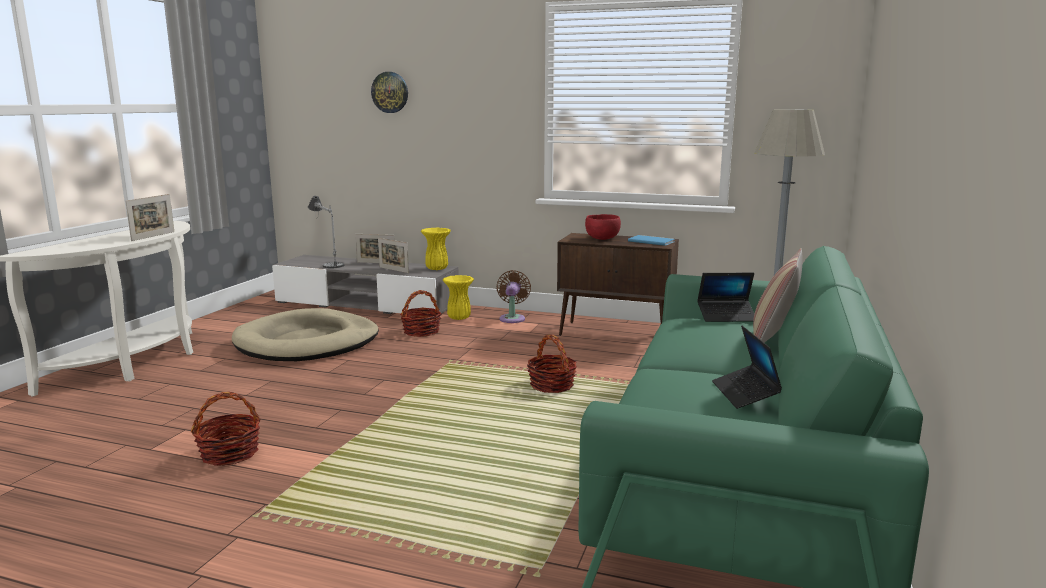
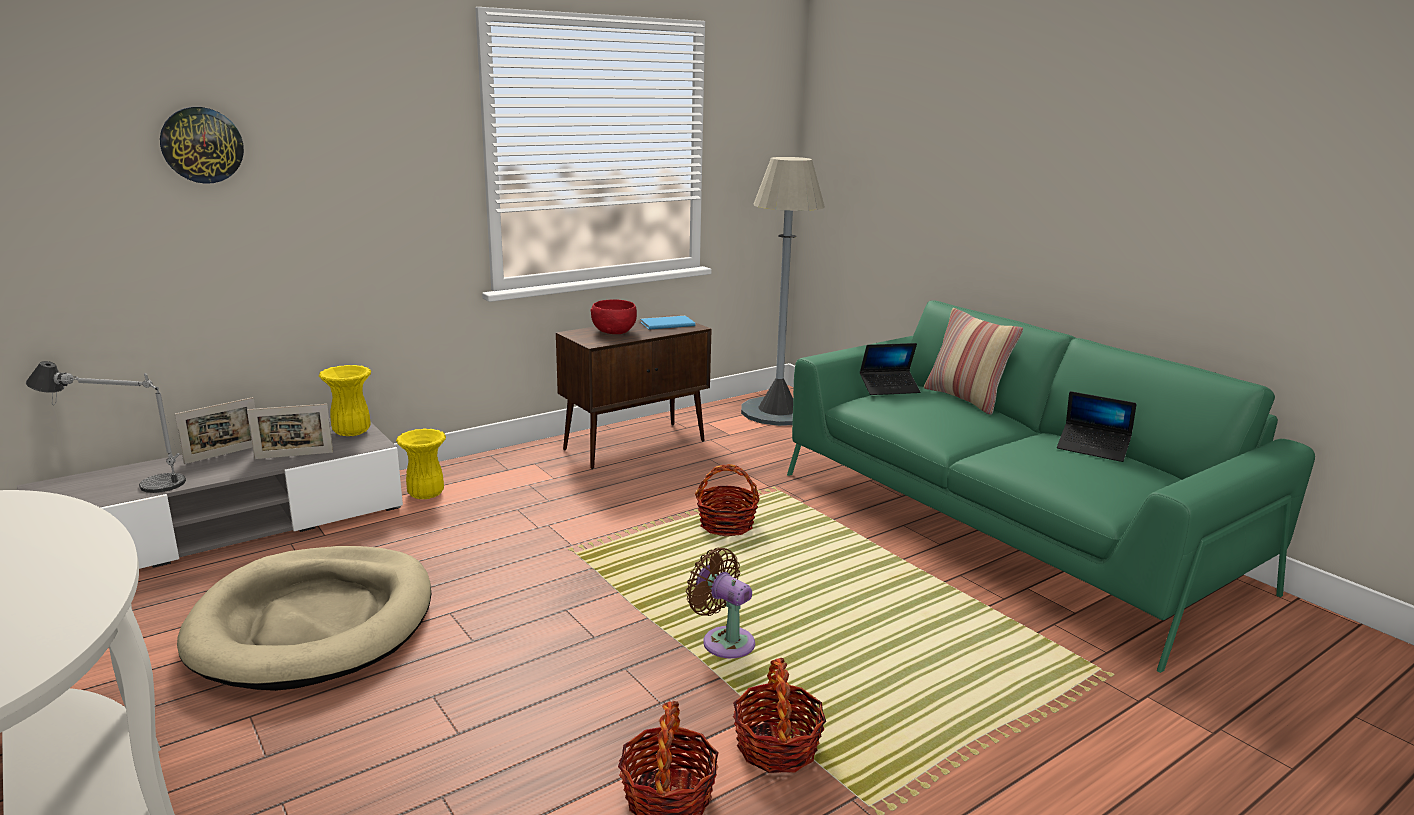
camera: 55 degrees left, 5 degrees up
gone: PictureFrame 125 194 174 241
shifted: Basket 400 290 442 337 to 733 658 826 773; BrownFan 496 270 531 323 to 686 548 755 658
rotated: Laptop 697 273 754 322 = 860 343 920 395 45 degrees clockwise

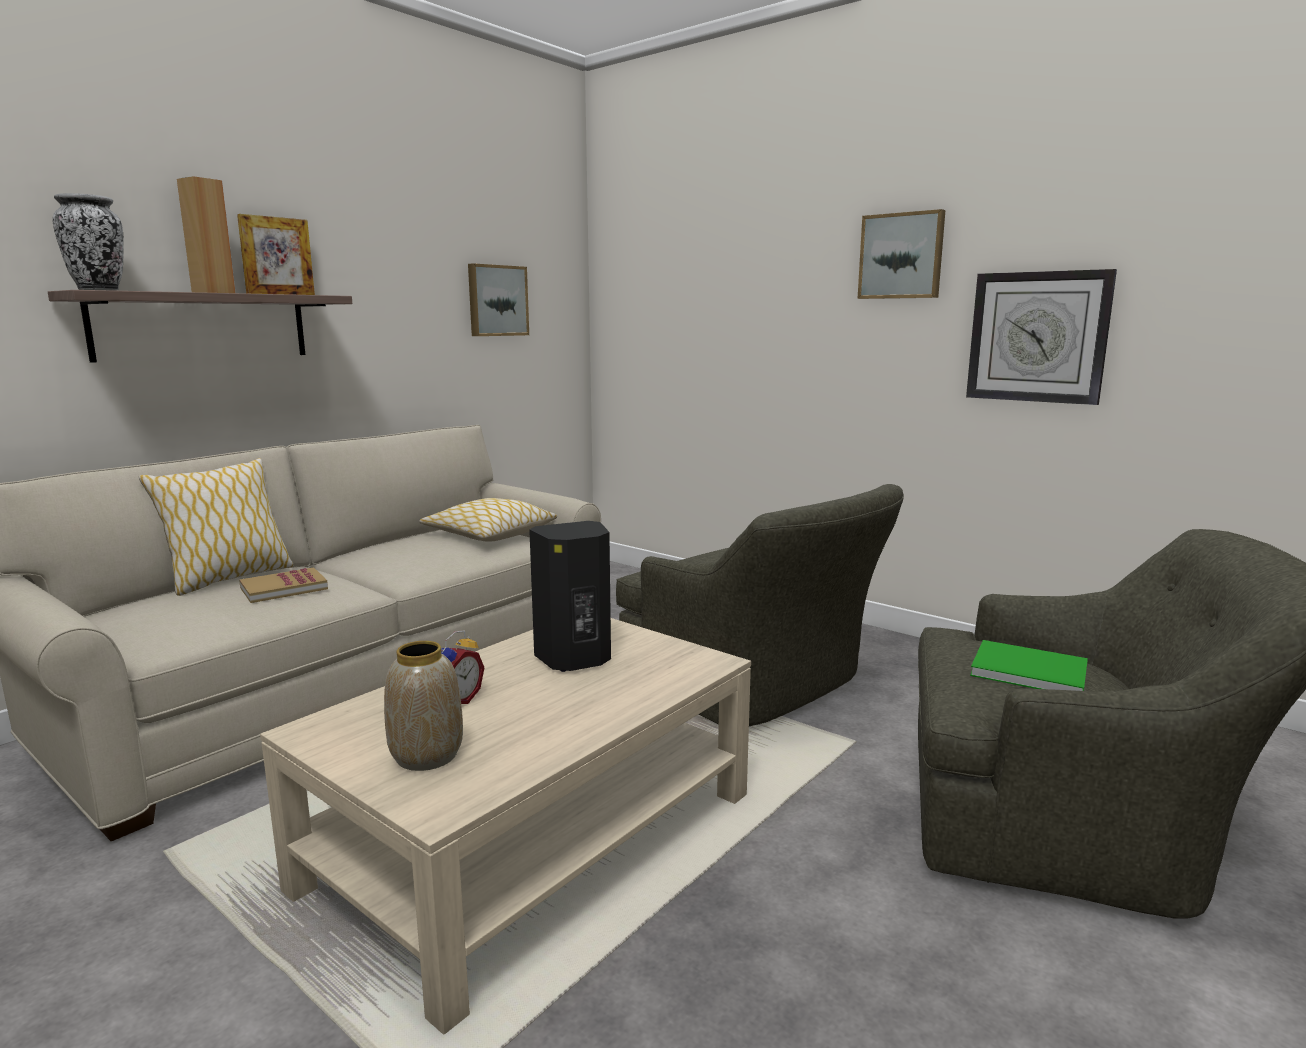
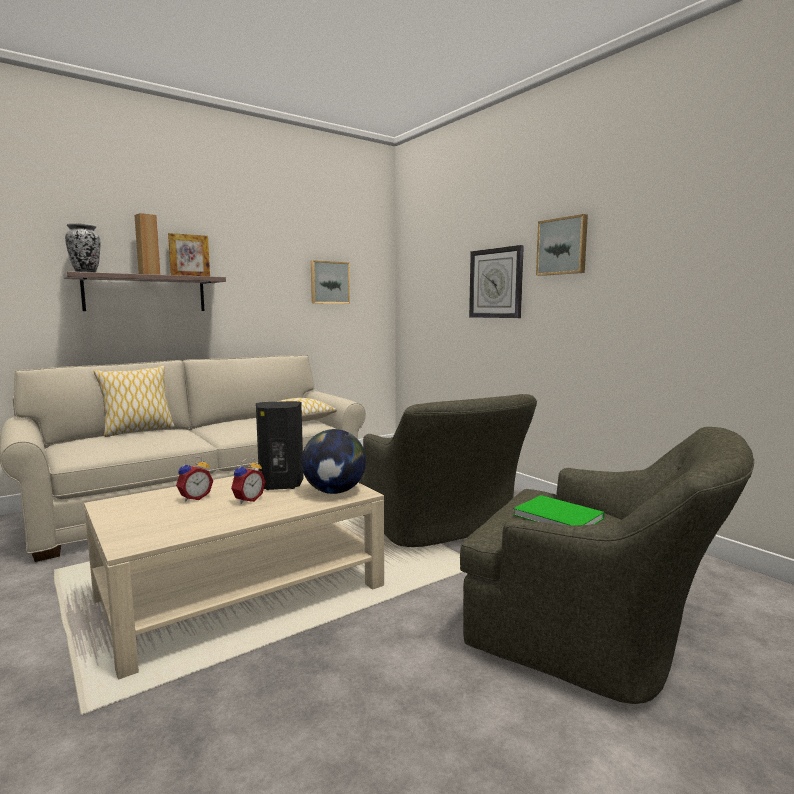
camera: 15 degrees right, 5 degrees down
gone: Book 239 567 328 603; Vase 384 641 463 771
new: AlarmClock 231 458 266 504; Globe 301 429 366 494
shifted: WallClock 966 269 1117 405 to 469 245 524 318

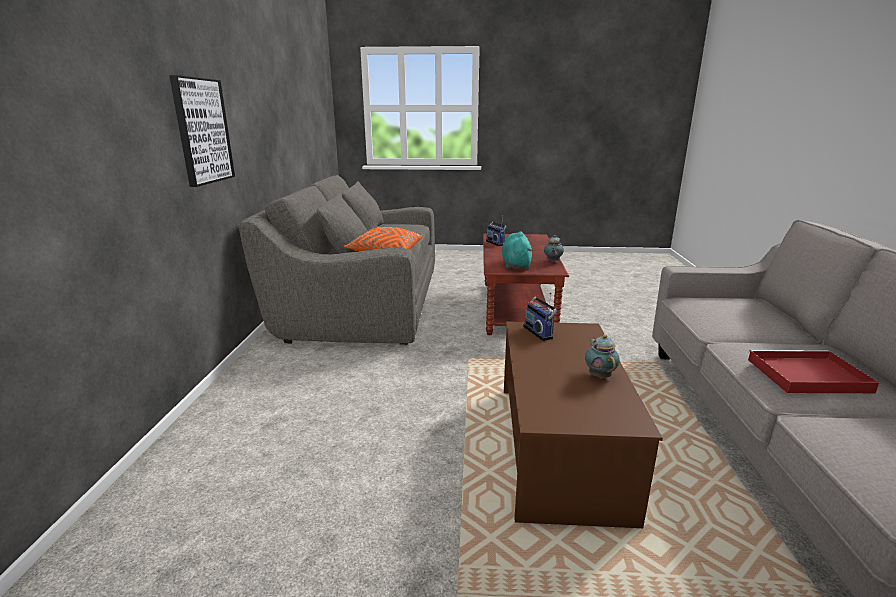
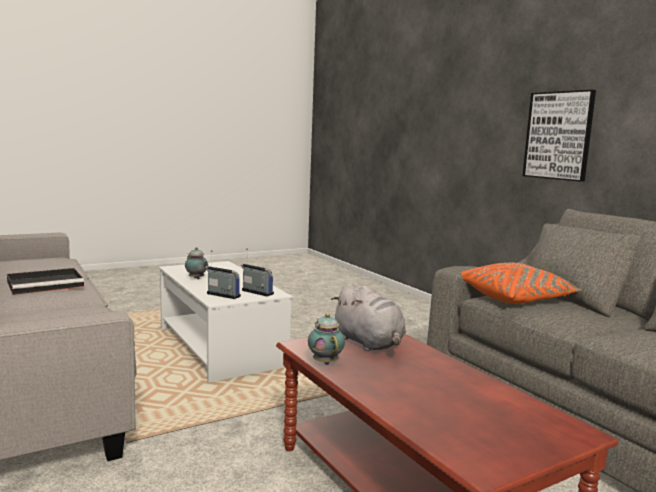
camera: 145 degrees right, 10 degrees down
shifted: Radio 486 215 506 246 to 205 250 241 299
repainted: TurquoisePlushToy 502 232 532 269 to GreyPlushToy 331 282 406 351; BrownCoffeeTable 504 321 663 528 to WhiteCoffeeTable 159 261 293 382; RedTray 748 350 879 393 to BlackTray 7 268 84 295

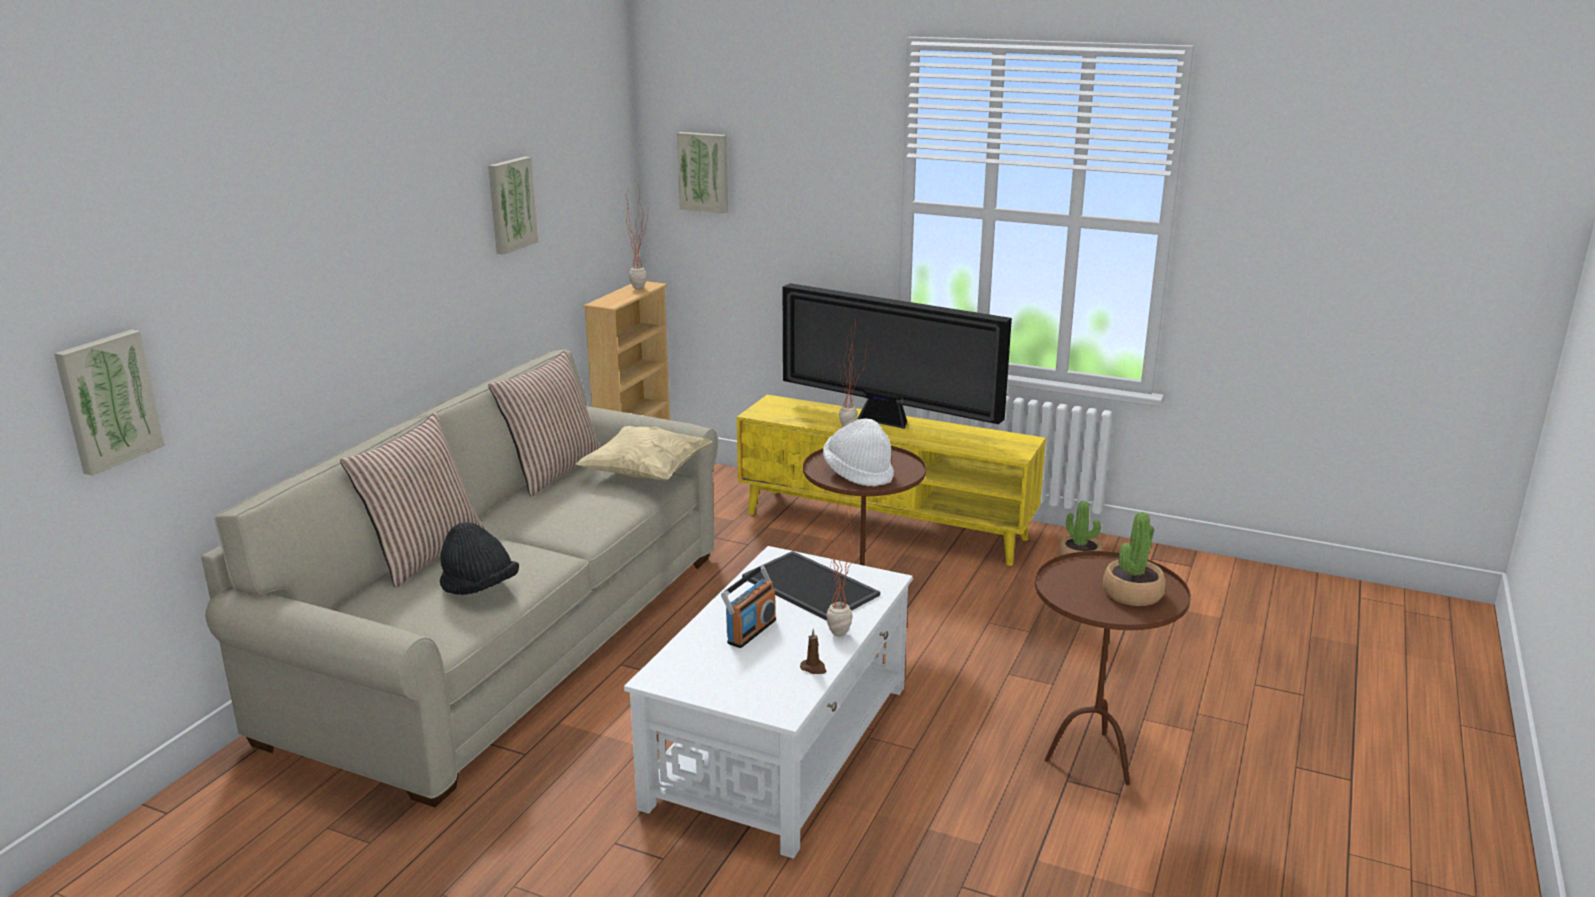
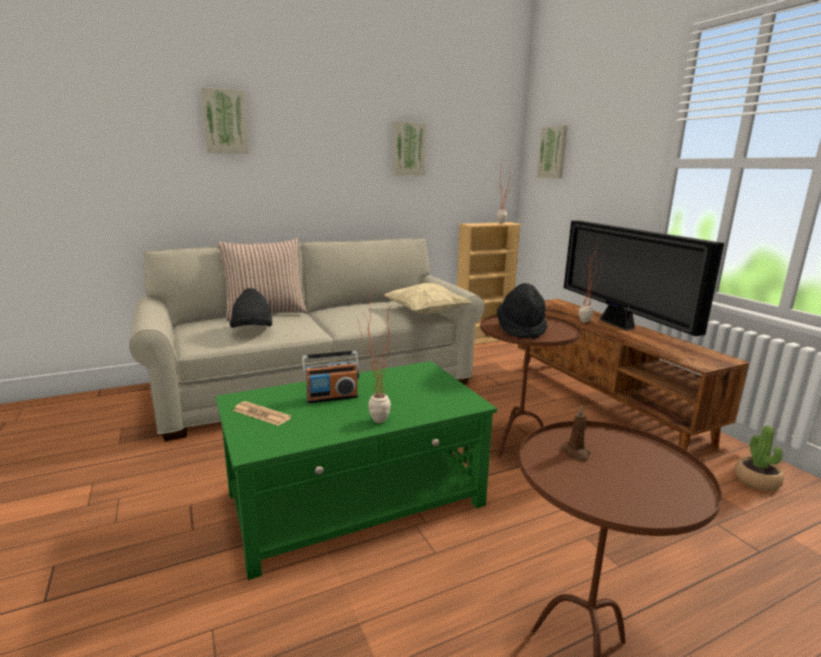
camera: 40 degrees right, 5 degrees down
gone: Pillow 488 350 601 497; Tray 742 551 880 621; PottedPlant 1103 512 1166 606
new: Newspaper 232 401 291 426
shifted: Picture 54 330 165 476 to 201 87 249 154; BrownCandle 800 629 827 674 to 561 405 590 461
repainted: WhiteCoffeeTable 624 546 913 859 to GreenCoffeeTable 216 361 497 580; YellowTvStand 737 395 1046 566 to BrownTvStand 518 299 750 450; WhiteHat 823 419 894 486 to BlackHat 497 283 547 339

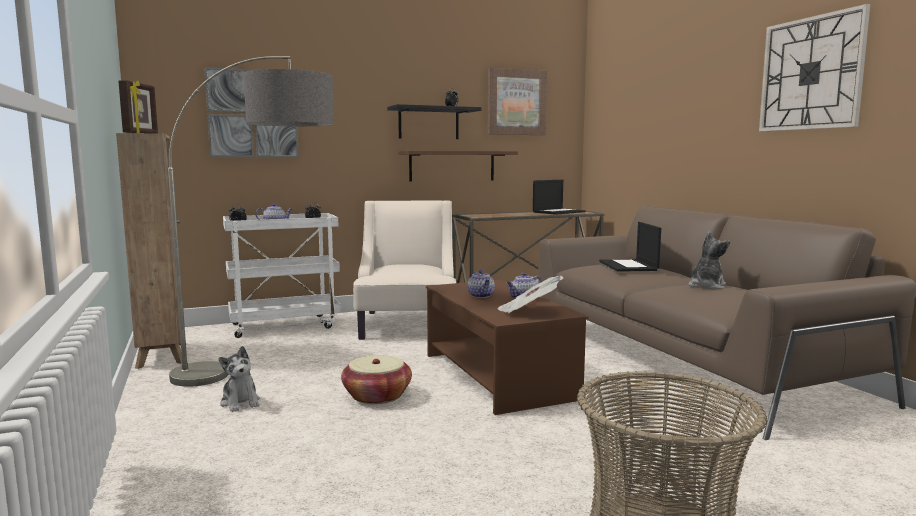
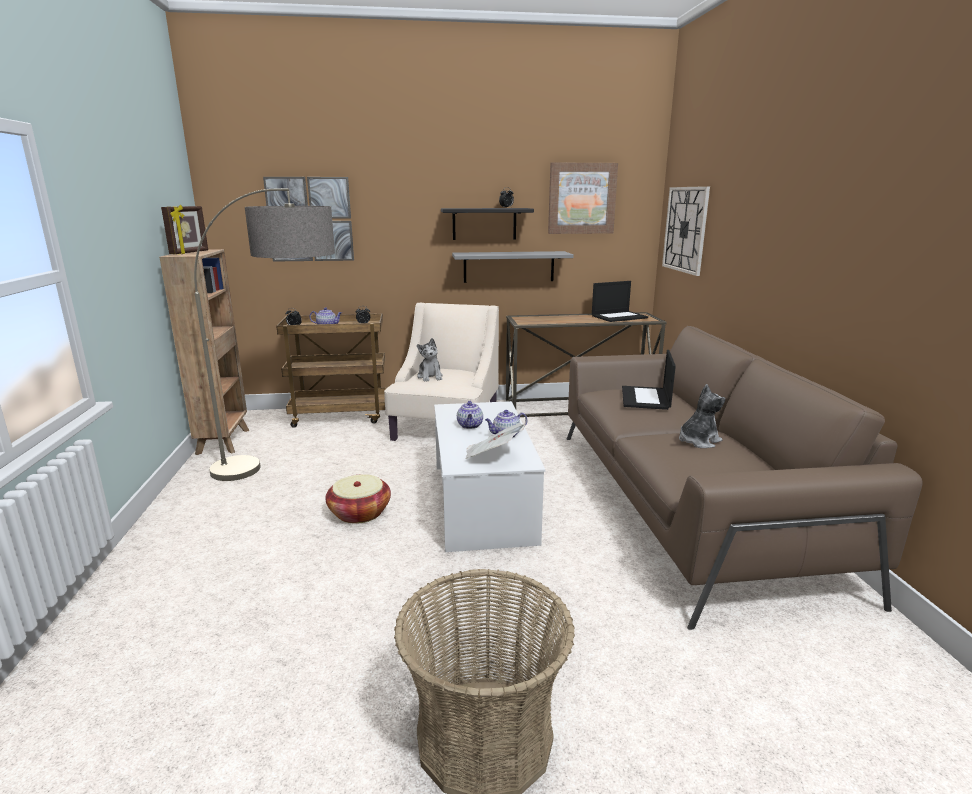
camera: 15 degrees right, 10 degrees up
shifted: PlushToy 219 346 260 412 to 417 338 443 382; WallClock 759 4 870 132 to 662 186 710 276
repainted: WhiteCart 223 213 341 338 to BrownCart 276 314 387 427; BrownShelf 398 151 518 182 to GreyShelf 452 251 574 283; BrownCoffeeTable 426 280 589 415 to WhiteCoffeeTable 434 401 546 552

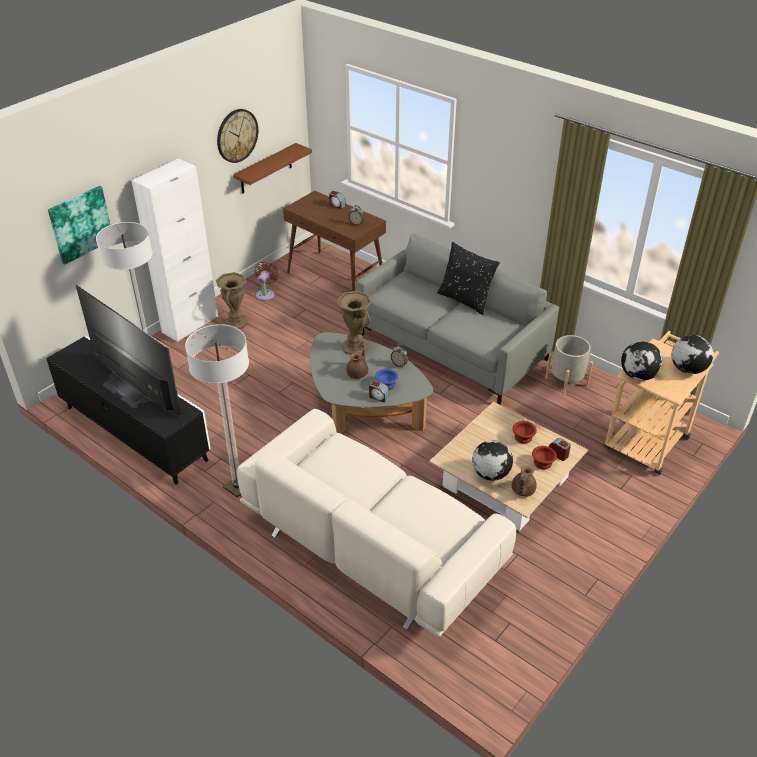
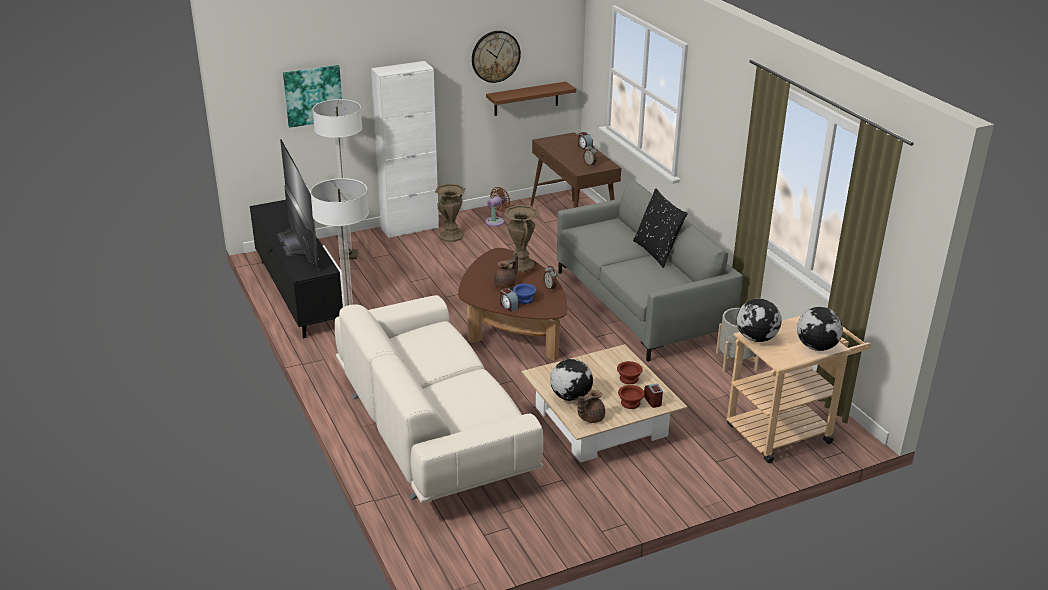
camera: 25 degrees right, 10 degrees down
repainted: GreyCoffeeTable 310 332 433 434 to BrownCoffeeTable 458 248 567 361

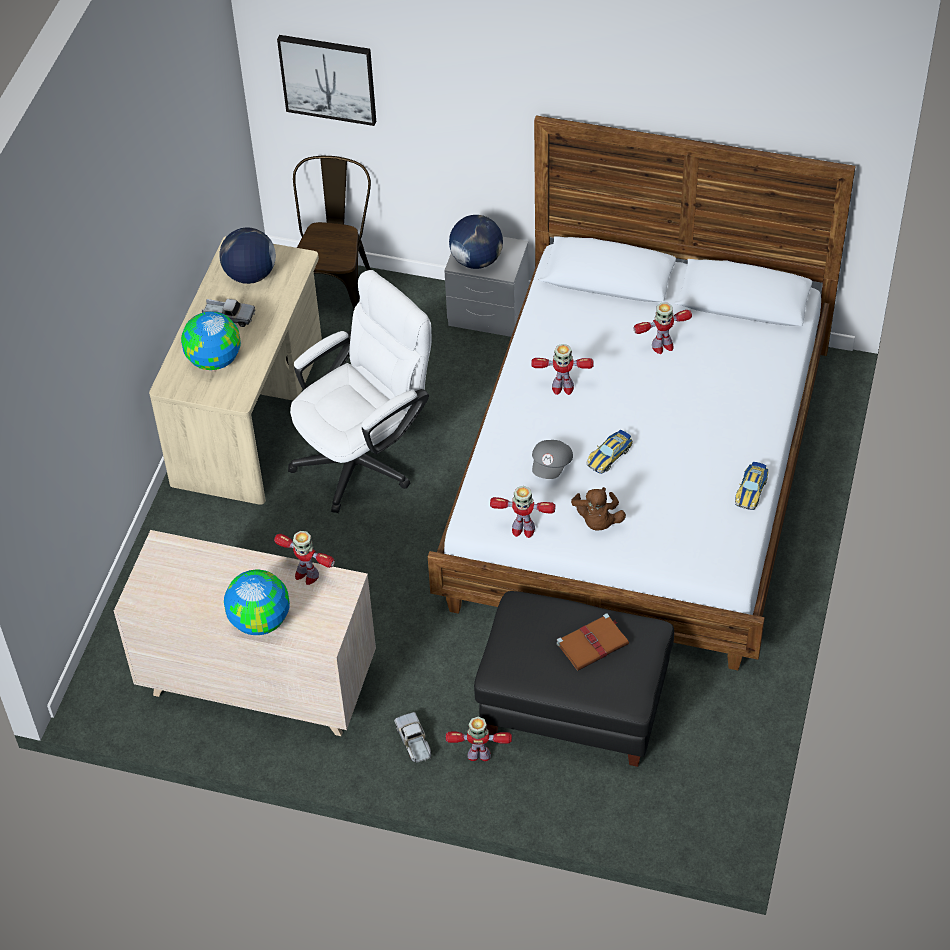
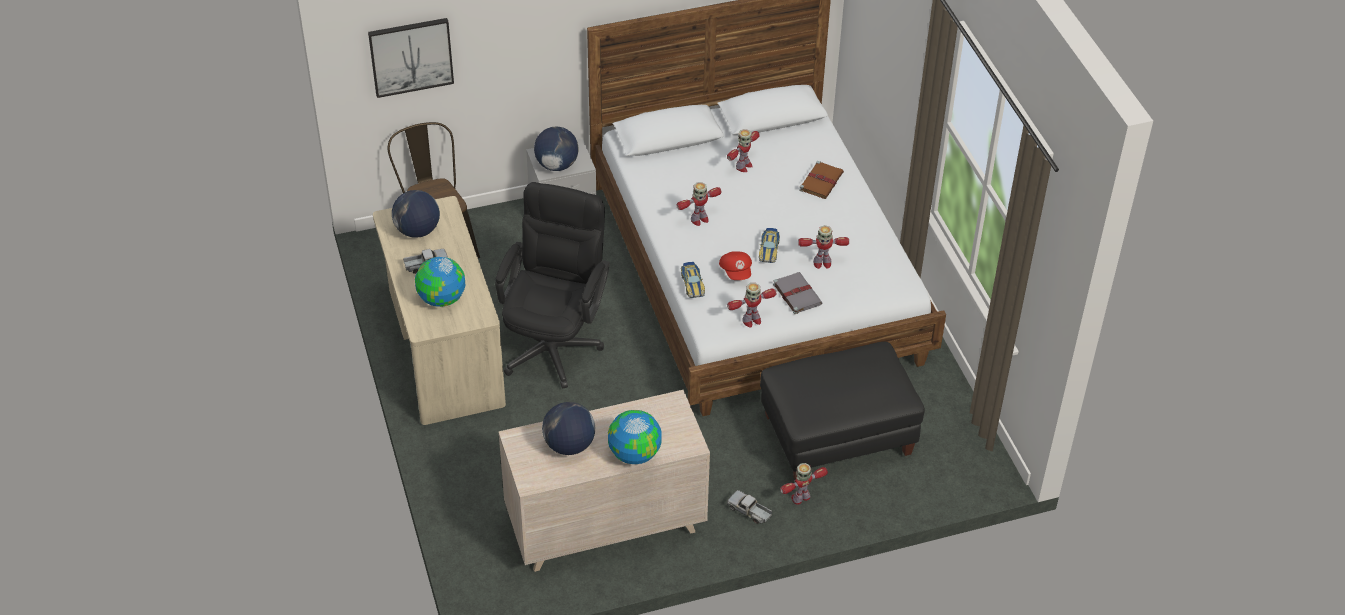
camera: 35 degrees left, 5 degrees down
new: Globe 542 402 595 455
shifted: ToyRobot 274 531 335 585 to 798 225 849 269; BrownBook 557 613 629 671 to 799 161 844 199; ToyCar 735 462 769 510 to 681 262 705 298
swapped: BrownPlushToy 571 487 626 531 to GreyBook 773 272 822 314
repainted: WhiteOfficeChair 288 270 432 513 to BlackOfficeChair 495 182 610 389; GreyCap 532 440 573 479 to RedCap 719 251 752 280

